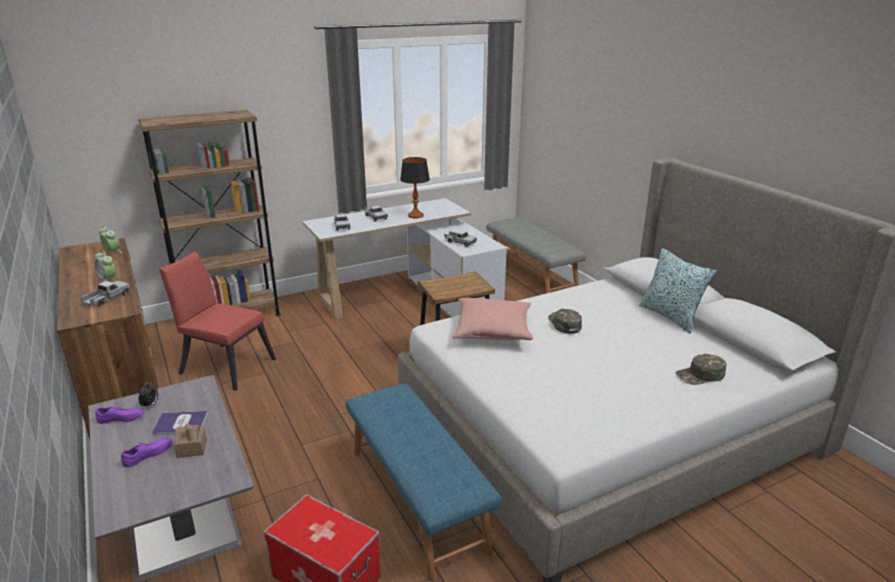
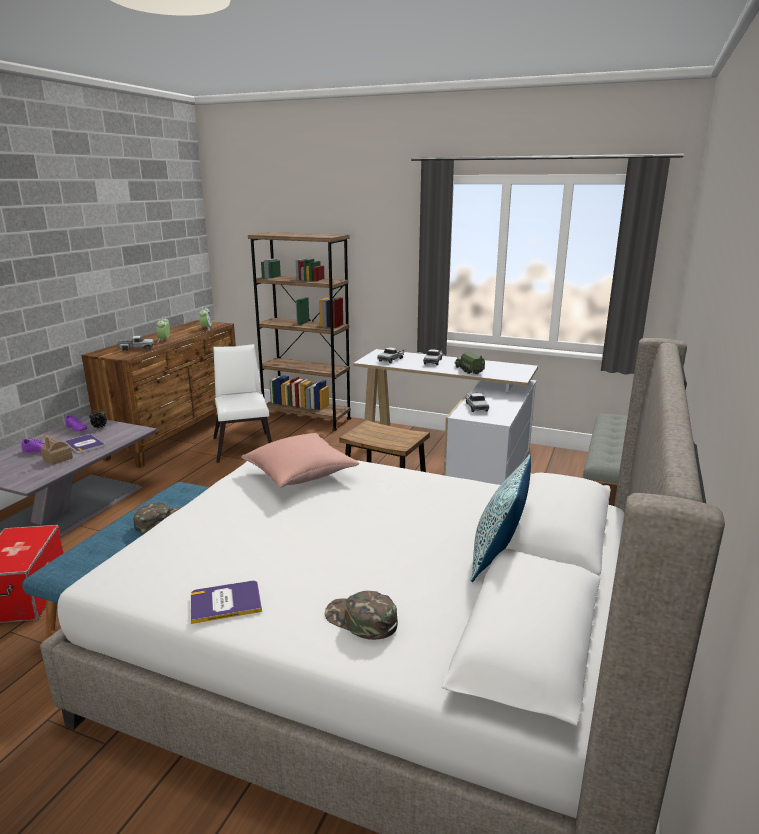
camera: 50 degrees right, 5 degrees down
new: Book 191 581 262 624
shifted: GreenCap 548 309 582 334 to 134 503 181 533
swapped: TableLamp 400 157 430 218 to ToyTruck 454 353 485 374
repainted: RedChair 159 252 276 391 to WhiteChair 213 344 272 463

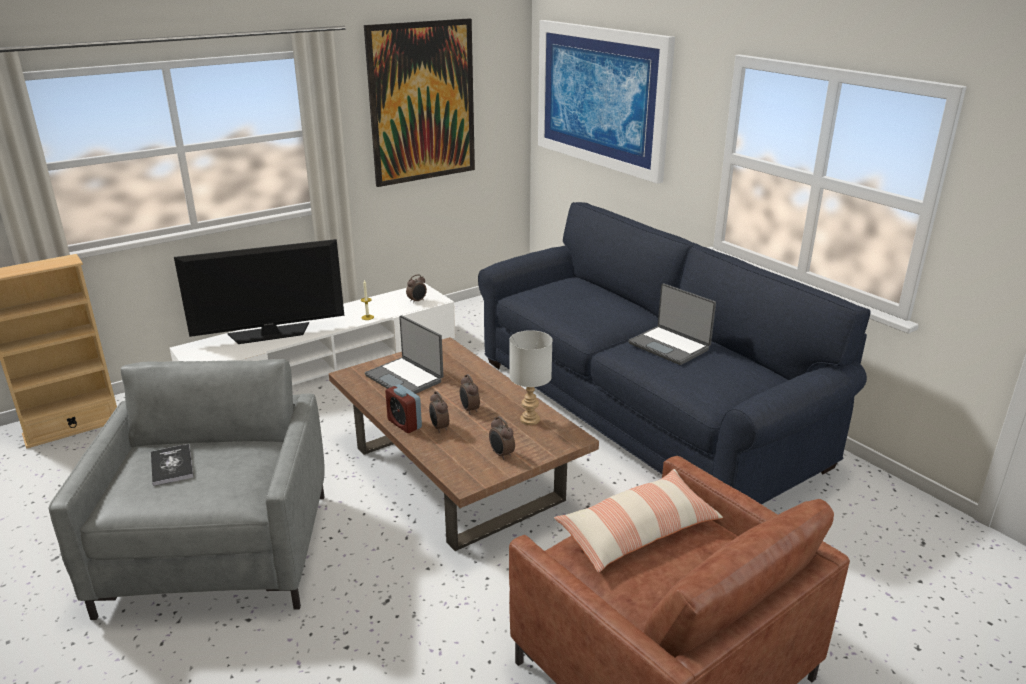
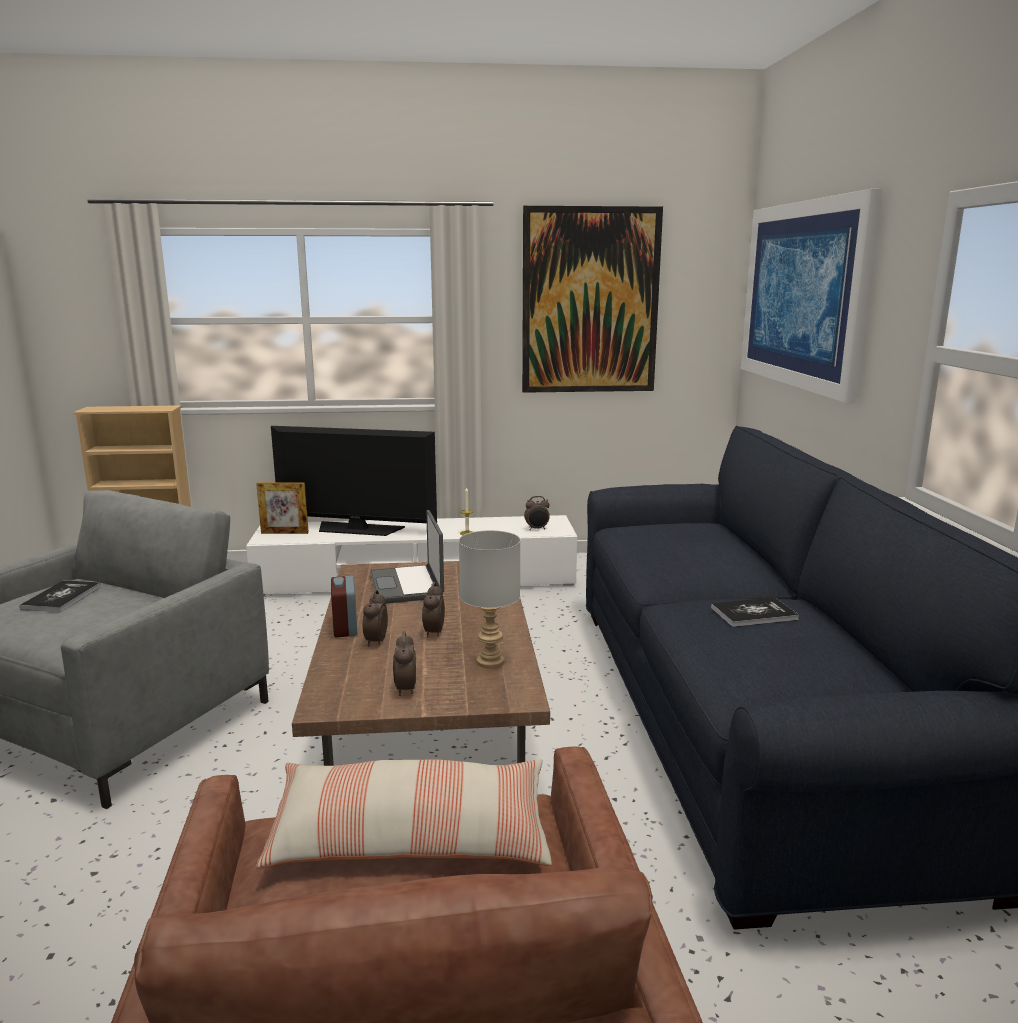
camera: 30 degrees right, 10 degrees down
new: PictureFrame 256 482 309 534
swapped: Laptop 629 283 716 365 to Book 711 597 799 627

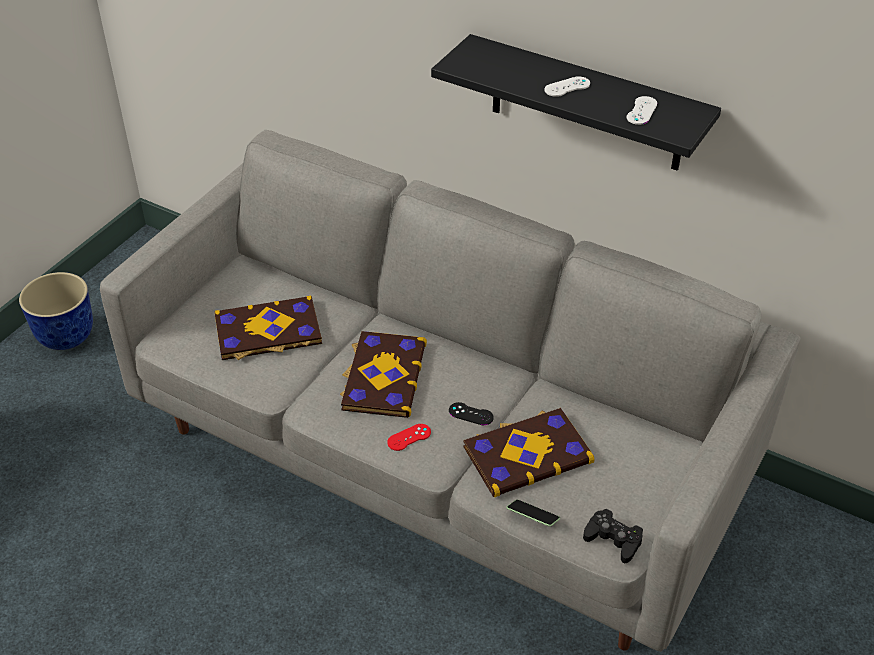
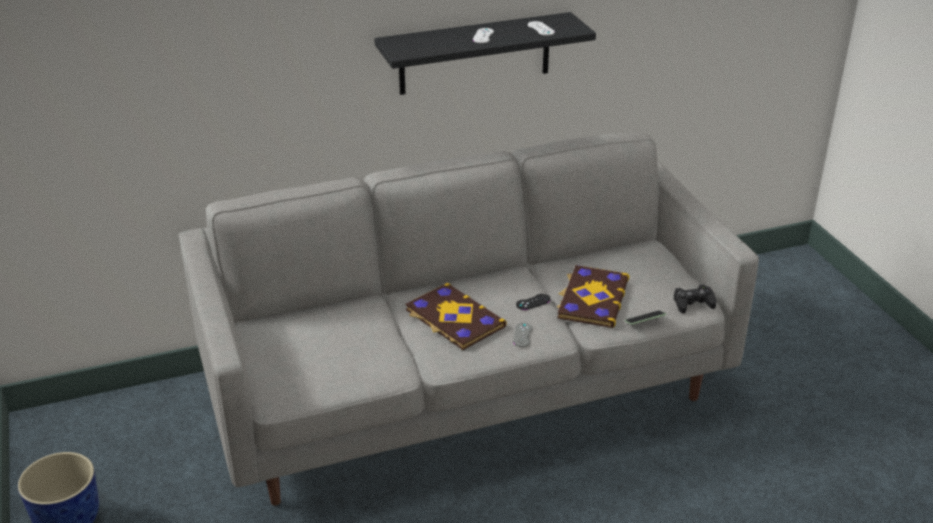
camera: 50 degrees left, 10 degrees down
gone: Book 214 295 322 360
repainted: RedGameController 387 424 431 451 to GreyGameController 513 323 533 347

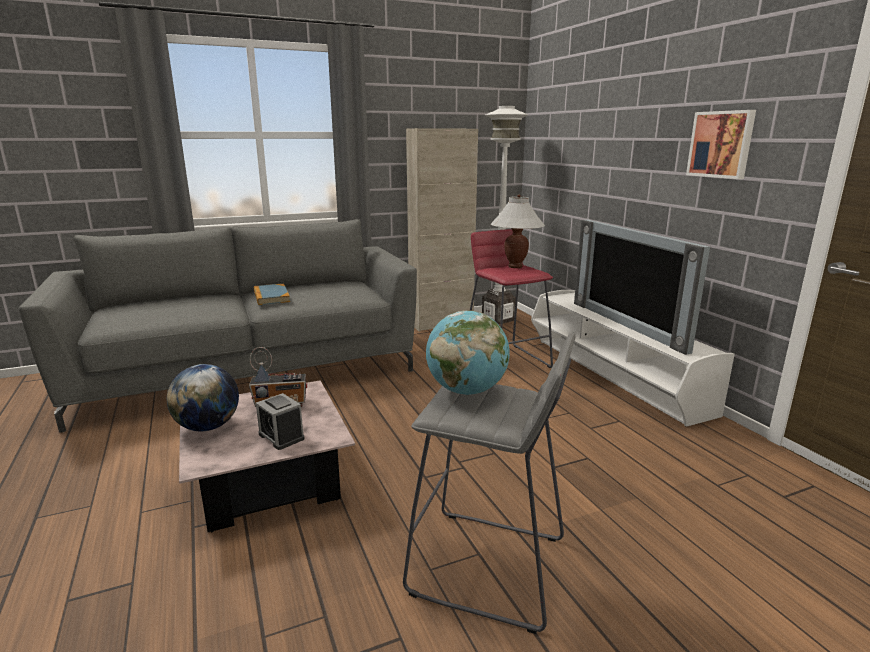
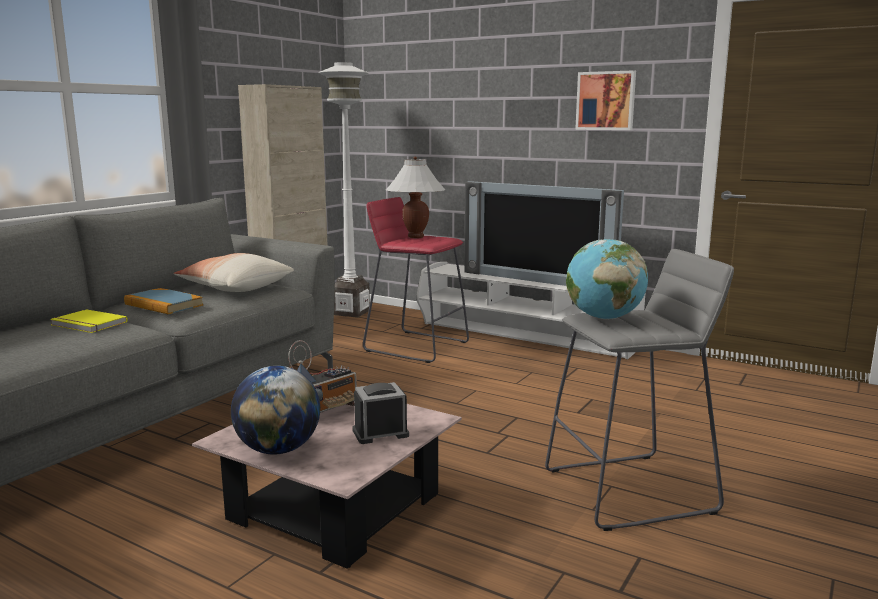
camera: 35 degrees left, 5 degrees down
new: YellowBook 50 309 128 333; Pillow 174 253 294 292
rotated: AlarmClock 256 393 305 450 = 352 382 409 444 150 degrees clockwise

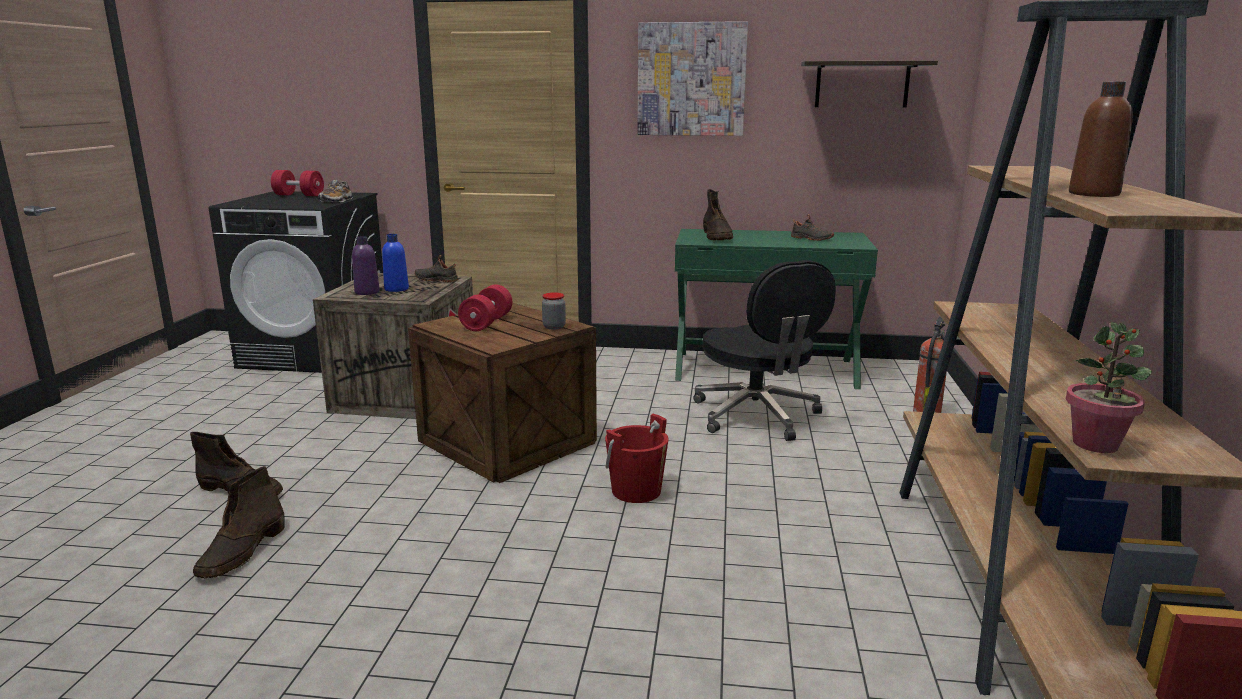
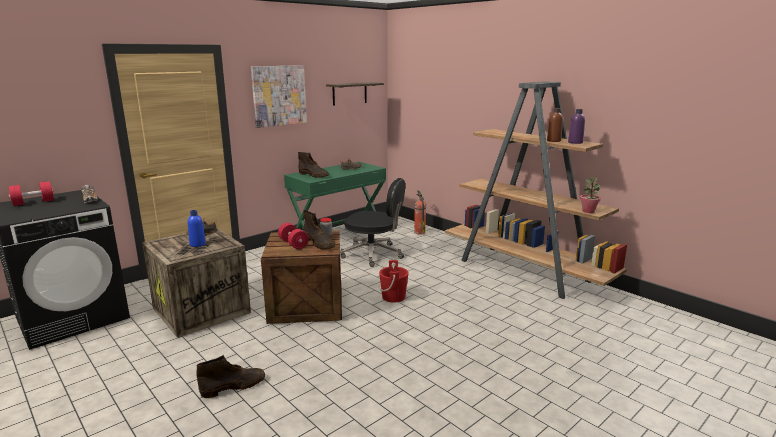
camera: 50 degrees left, 0 degrees up
shifted: BrownBoot 193 466 285 579 to 303 210 336 249; PurpleBottle 352 236 380 295 to 568 109 585 144

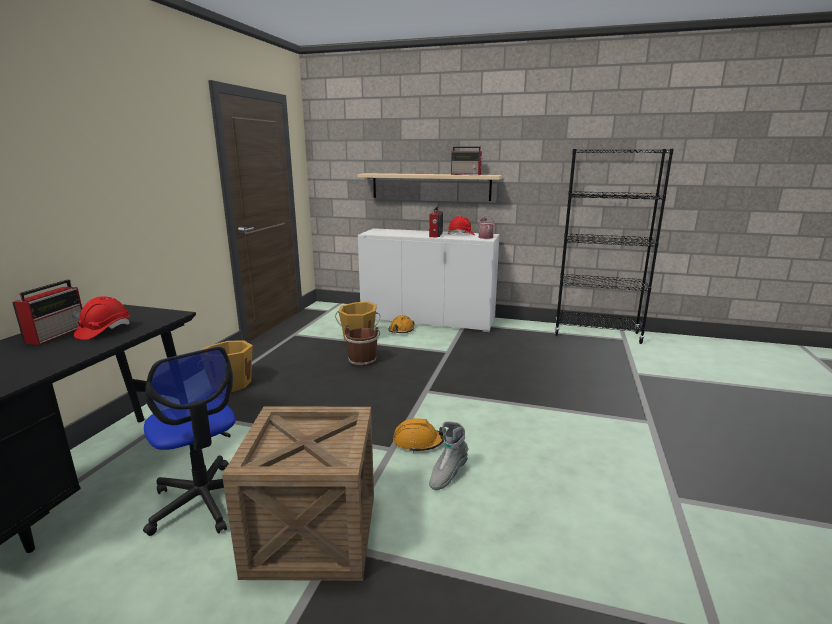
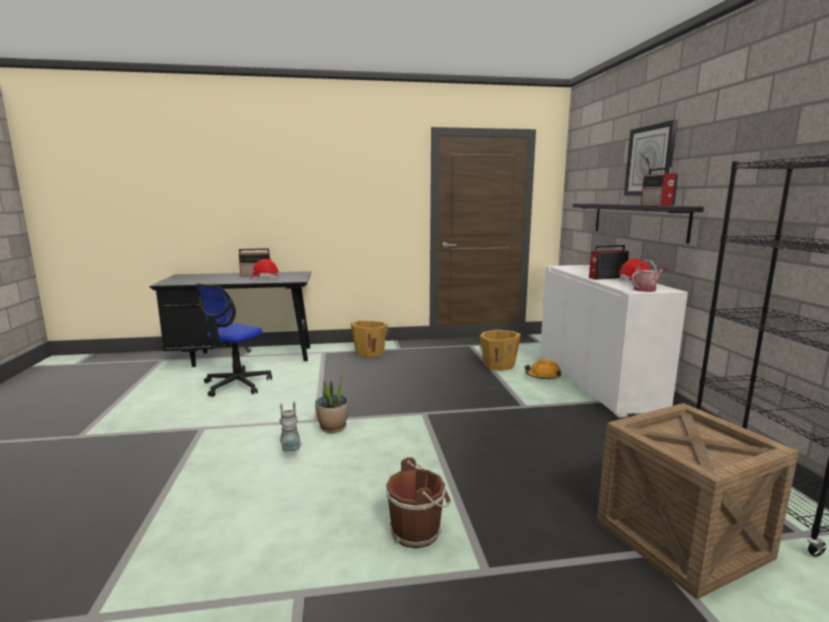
camera: 65 degrees right, 5 degrees down
new: WallClock 624 120 677 196
shifted: Crate 222 406 374 581 to 597 403 799 600; BrownBucket 345 325 380 366 to 386 457 451 548
swapped: OrangeHardHat 393 418 446 452 to PottedPlant 315 372 348 433
repainted: BeigeShelf 357 173 502 201 to BlackShelf 573 204 704 243
rotated: GreyBoot 429 421 469 490 = 280 402 301 452 60 degrees clockwise

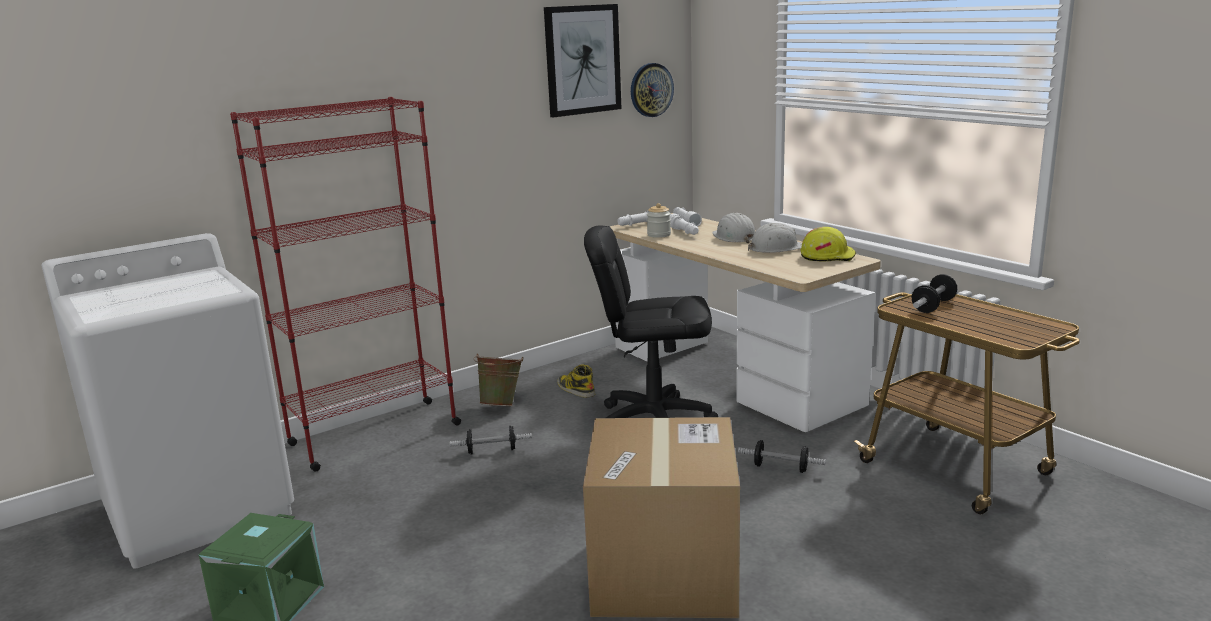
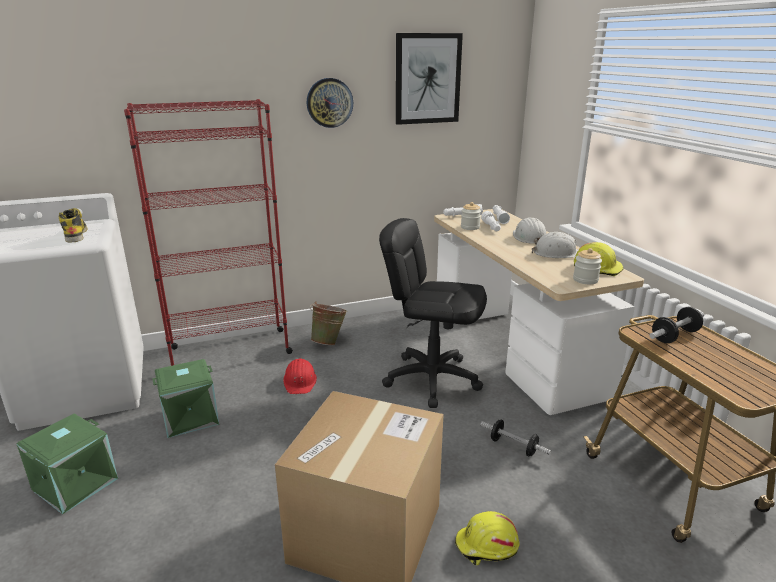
camera: 15 degrees right, 5 degrees up
new: GreenStorageBox 152 359 219 438; YellowHardHat 455 511 520 565; Jar 573 248 602 284
shifted: Boot 557 365 595 398 to 59 208 88 242; WallClock 631 63 674 117 to 307 78 353 128
swapped: Dumbbell 450 425 532 455 to RedHardHat 283 358 317 394

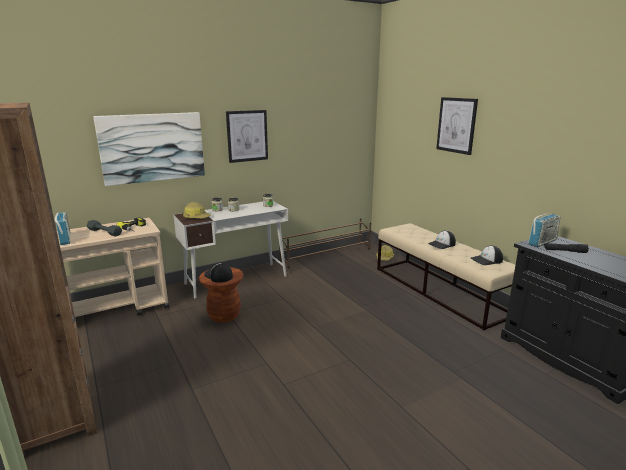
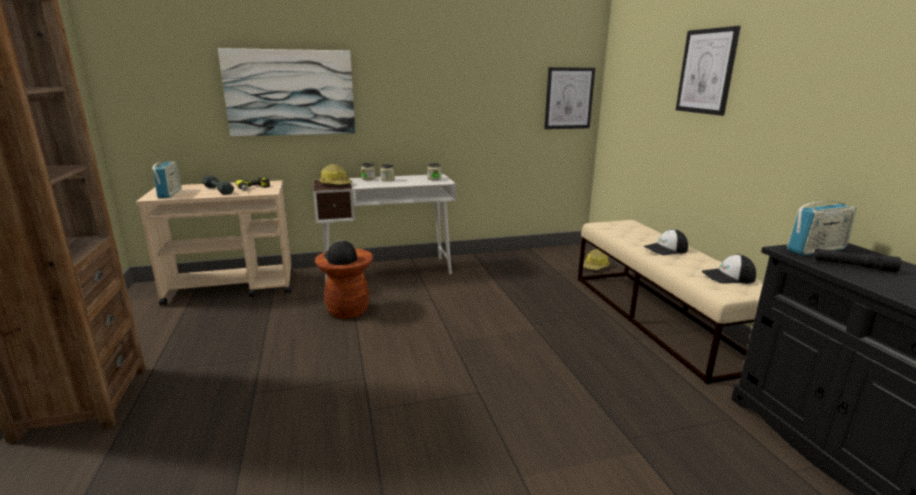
camera: 15 degrees right, 0 degrees up
gone: BrownShoeRack 279 218 371 268
shifted: Picture 226 110 268 163 to 544 67 595 129

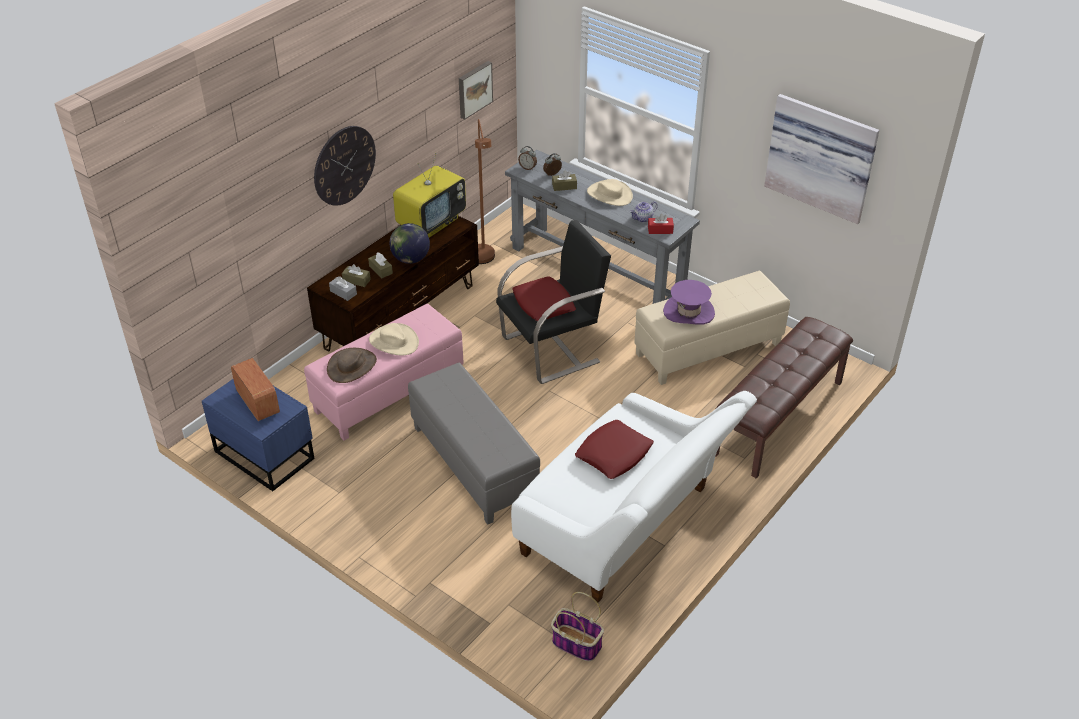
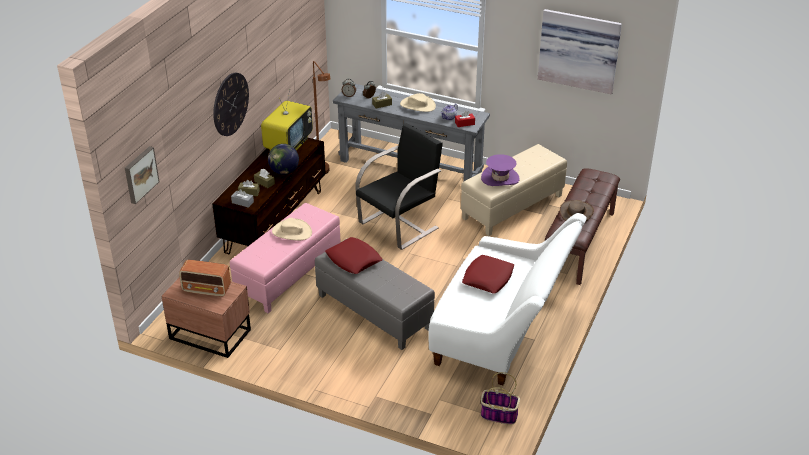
camera: 15 degrees left, 5 degrees down
shifted: BrownHat 327 348 377 383 to 560 200 594 221; Picture 459 61 493 120 to 125 146 160 204; RedPillow 513 276 576 321 to 325 237 383 274
repainted: BlueNightstand 202 379 315 491 to BrownNightstand 161 277 251 358
rotated: Radio 231 358 280 421 = 179 260 231 297 150 degrees clockwise

